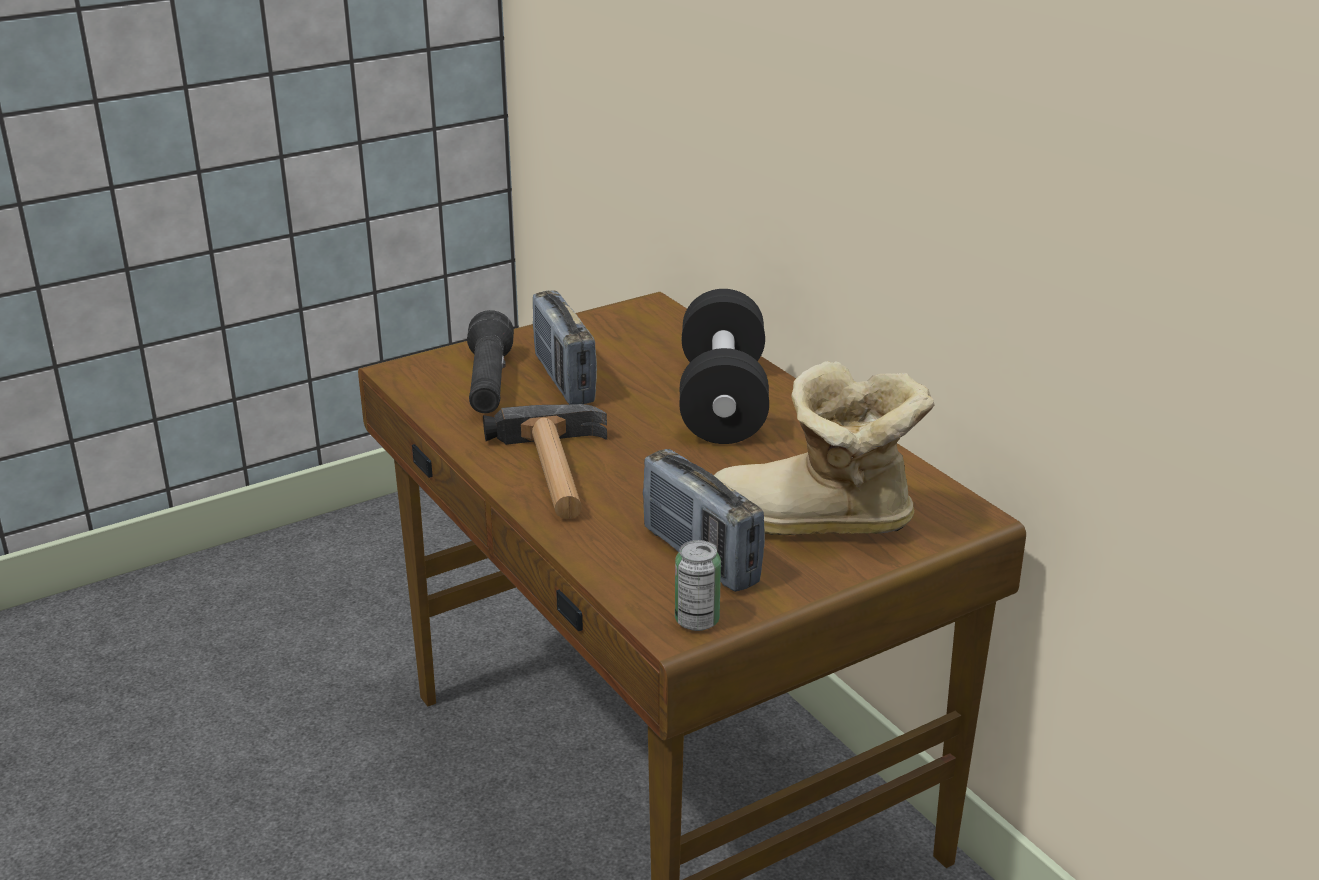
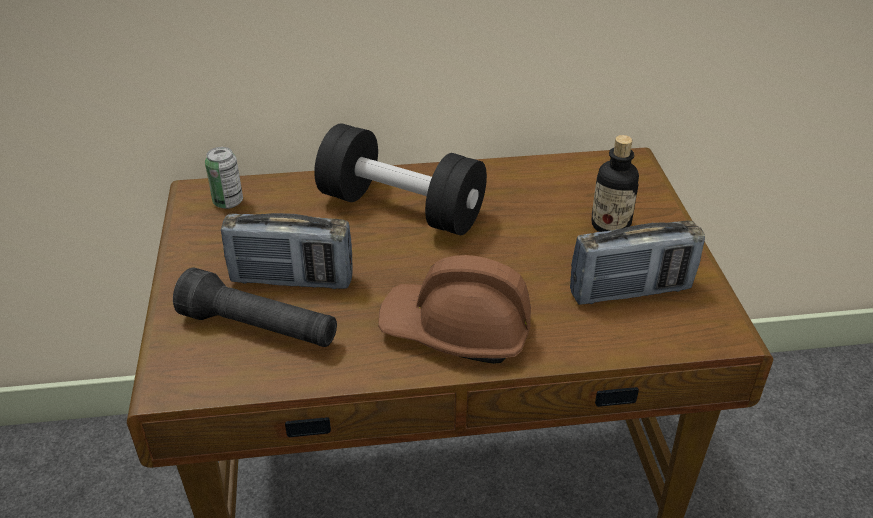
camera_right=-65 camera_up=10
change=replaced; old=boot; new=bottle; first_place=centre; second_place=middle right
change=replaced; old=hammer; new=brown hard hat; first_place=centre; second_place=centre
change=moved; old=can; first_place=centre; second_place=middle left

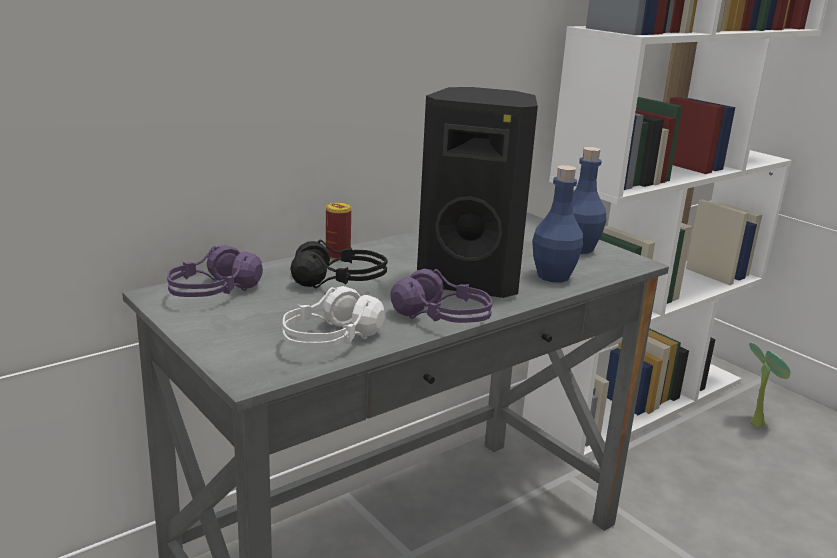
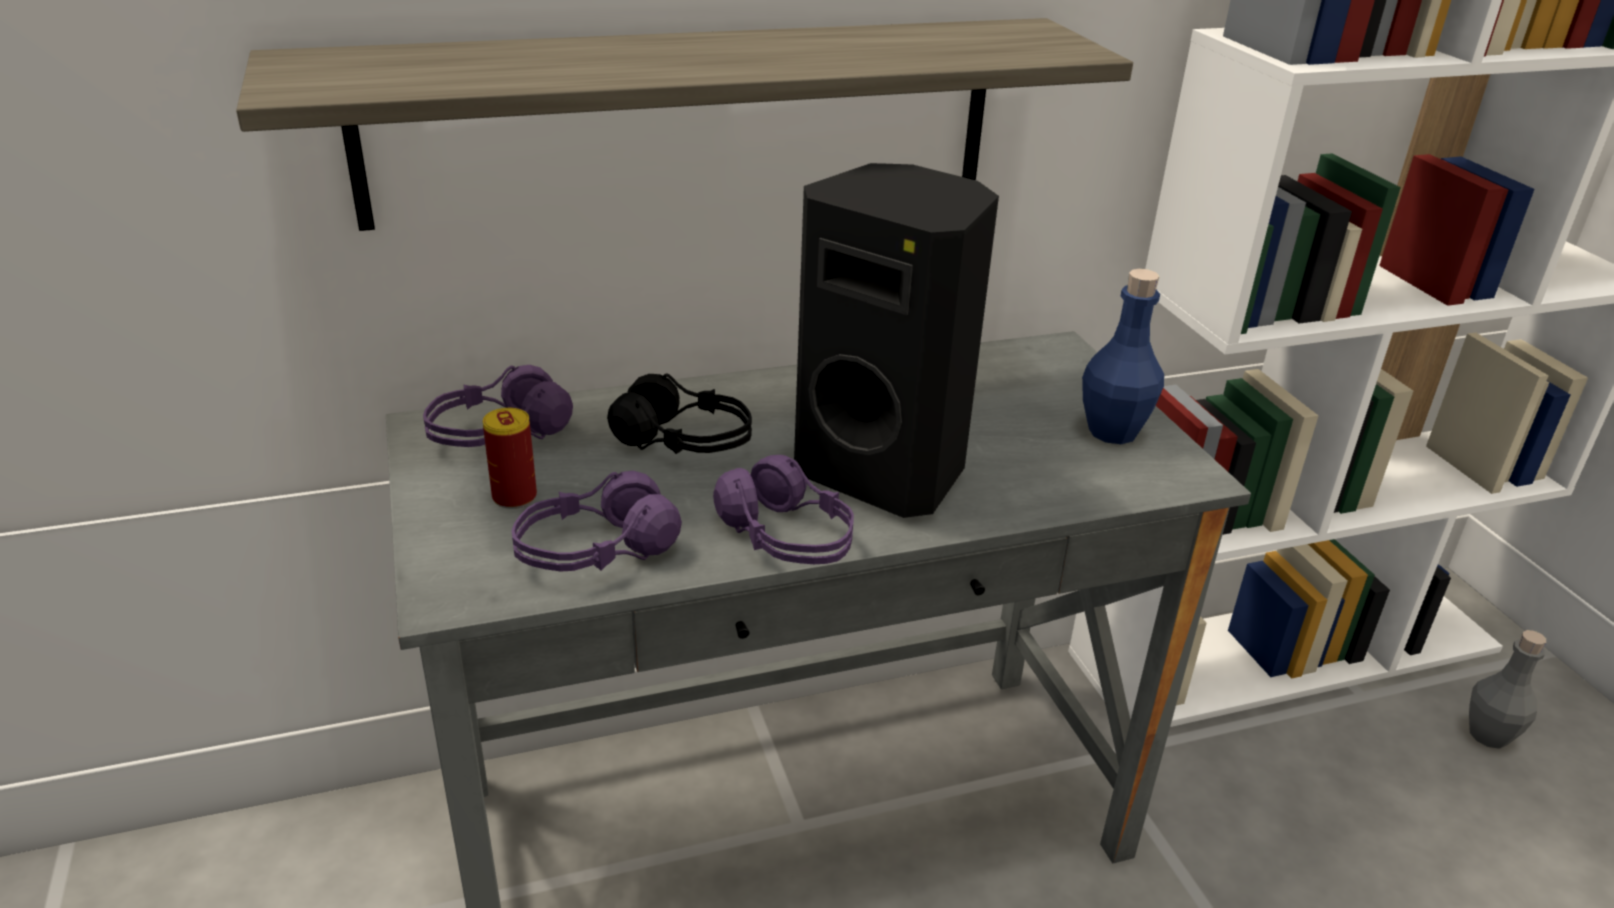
camera_right=20 camera_up=10
change=removed; old=blue bottle (1st from left); first_place=centre
change=moved; old=can; first_place=centre; second_place=middle left
change=recoloured; old=white headphones; new=purple headphones (2nd from left); first_place=centre; second_place=centre
change=replaced; old=potted plant; new=grey bottle; first_place=bottom right; second_place=bottom right
change=added; new=shelf; second_place=top centre

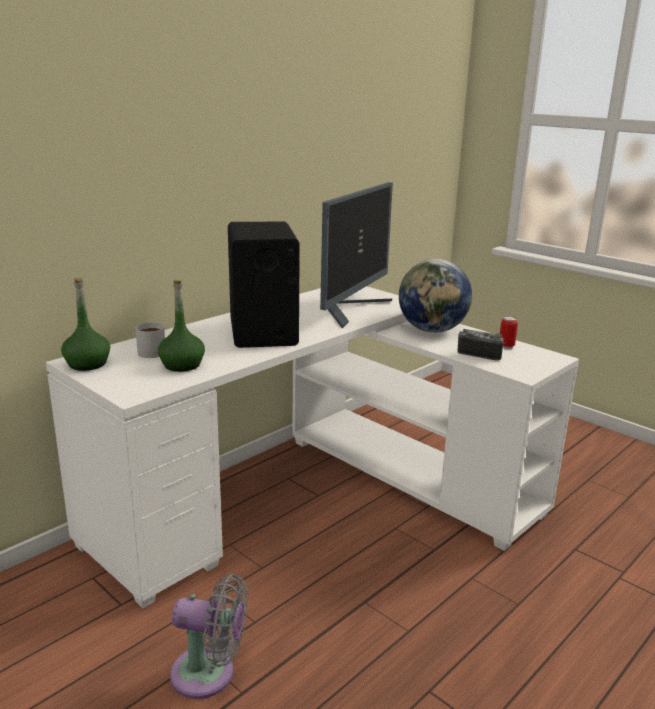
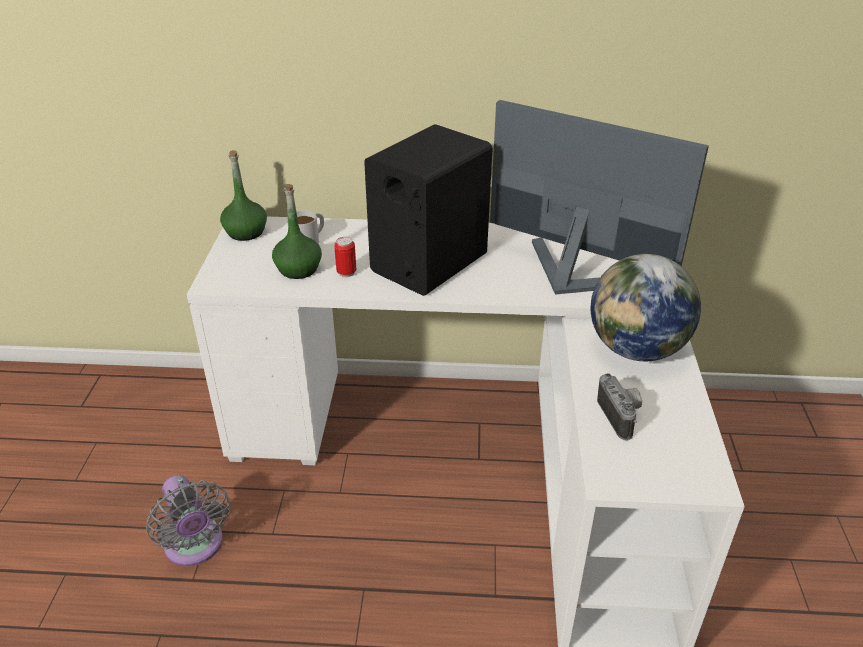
camera_right=50 camera_up=15
change=turned; old=monitor; first_place=centre; second_place=top right; degrees=-135
change=moved; old=can; first_place=middle right; second_place=centre

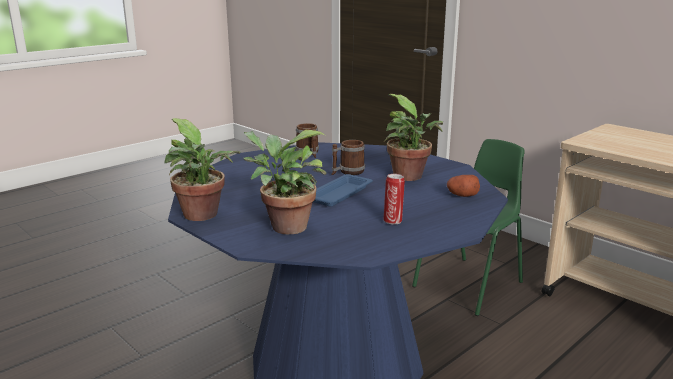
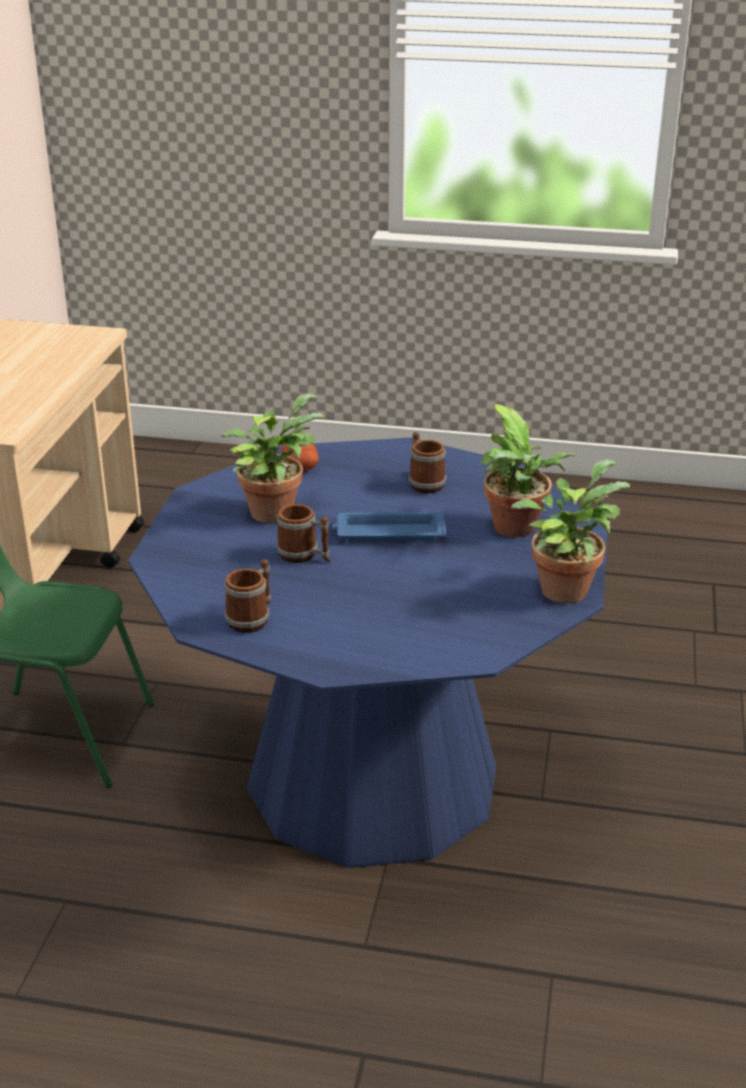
camera_right=-125 camera_up=10
change=replaced; old=can; new=mug (3rd from left); first_place=centre; second_place=centre

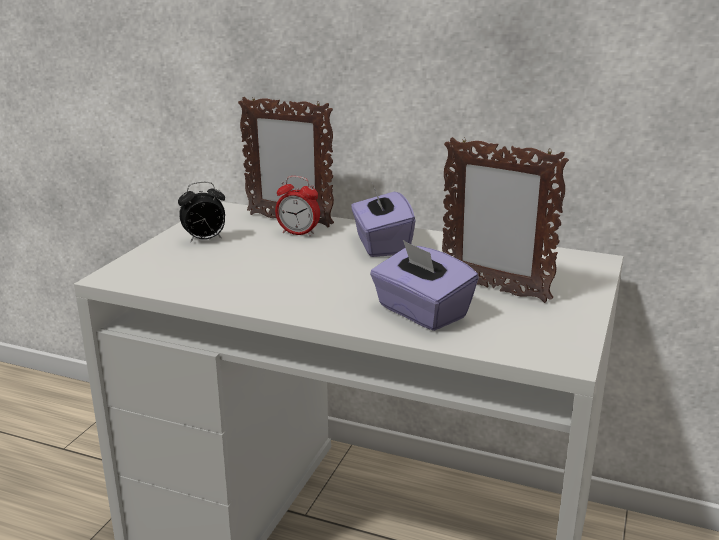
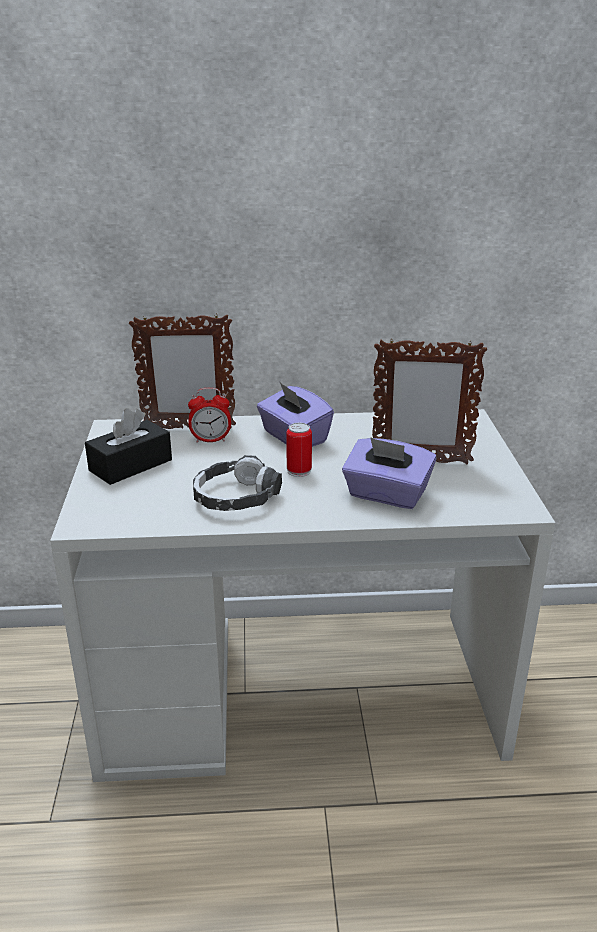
camera_right=-25 camera_up=5
change=replaced; old=alarm clock (1st from left); new=black tissue box; first_place=middle left; second_place=middle left
change=added; new=can; second_place=centre
change=added; new=headphones; second_place=centre

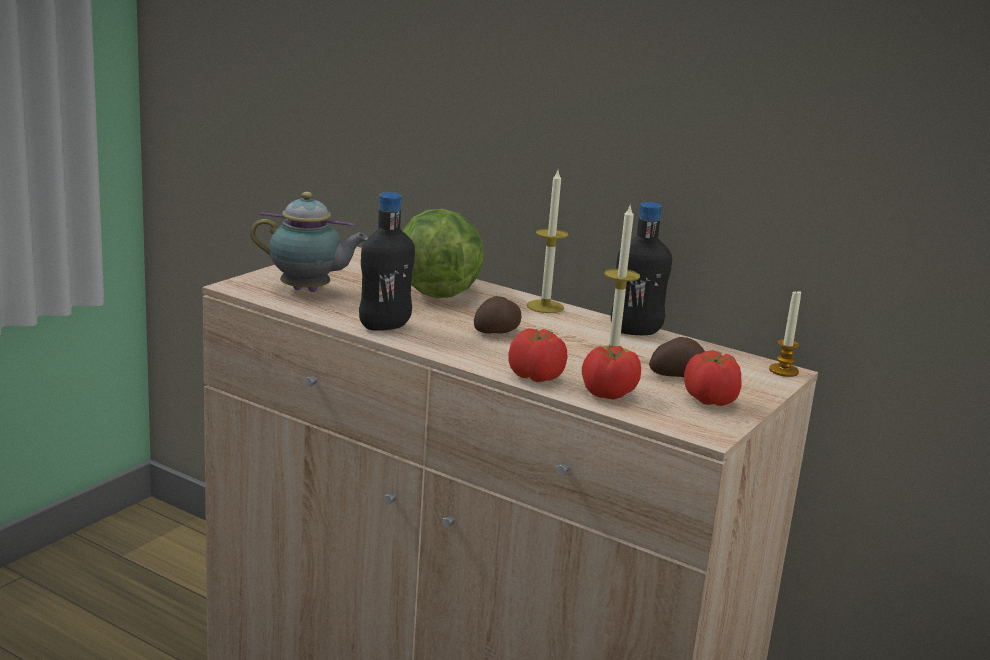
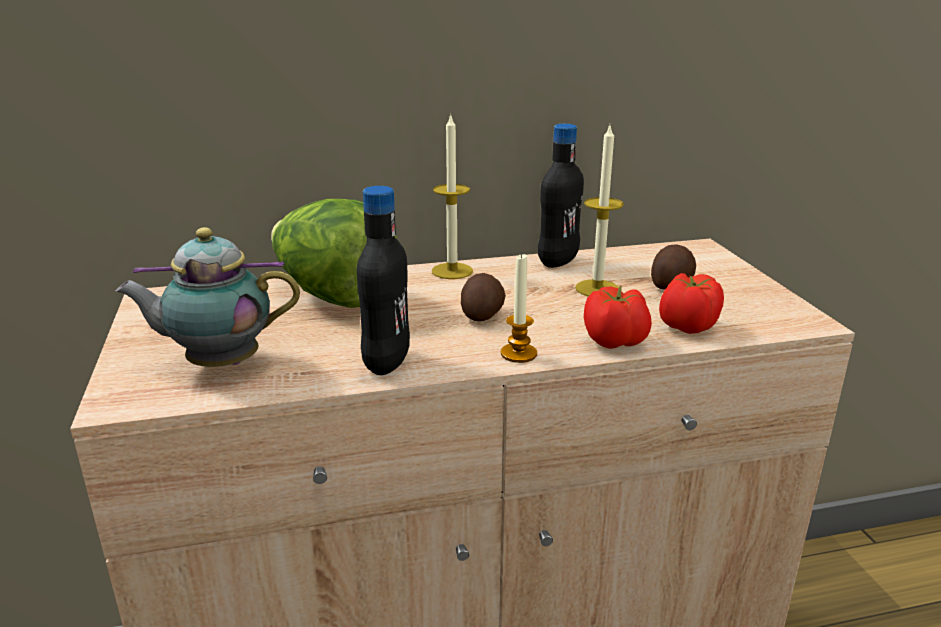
camera_right=-45 camera_up=5
change=turned; old=teapot; first_place=middle left; second_place=middle left; degrees=-150
change=moved; old=candle (3rd from left in the first image); new=candle (2nd from left); first_place=middle right; second_place=centre
change=removed; old=tomato (3rd from left); first_place=middle right

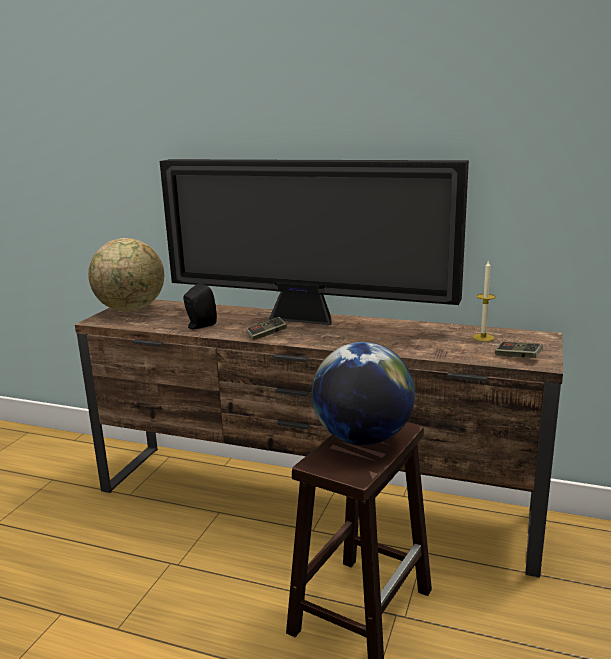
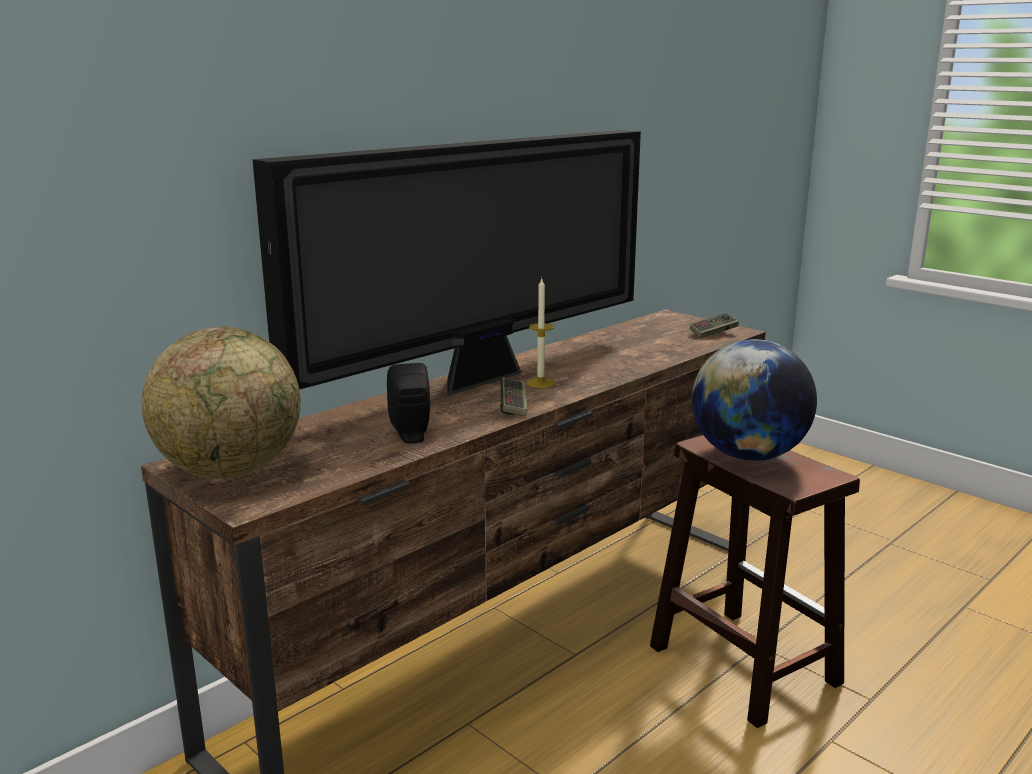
camera_right=-65 camera_up=0
change=moved; old=candle; first_place=middle right; second_place=centre

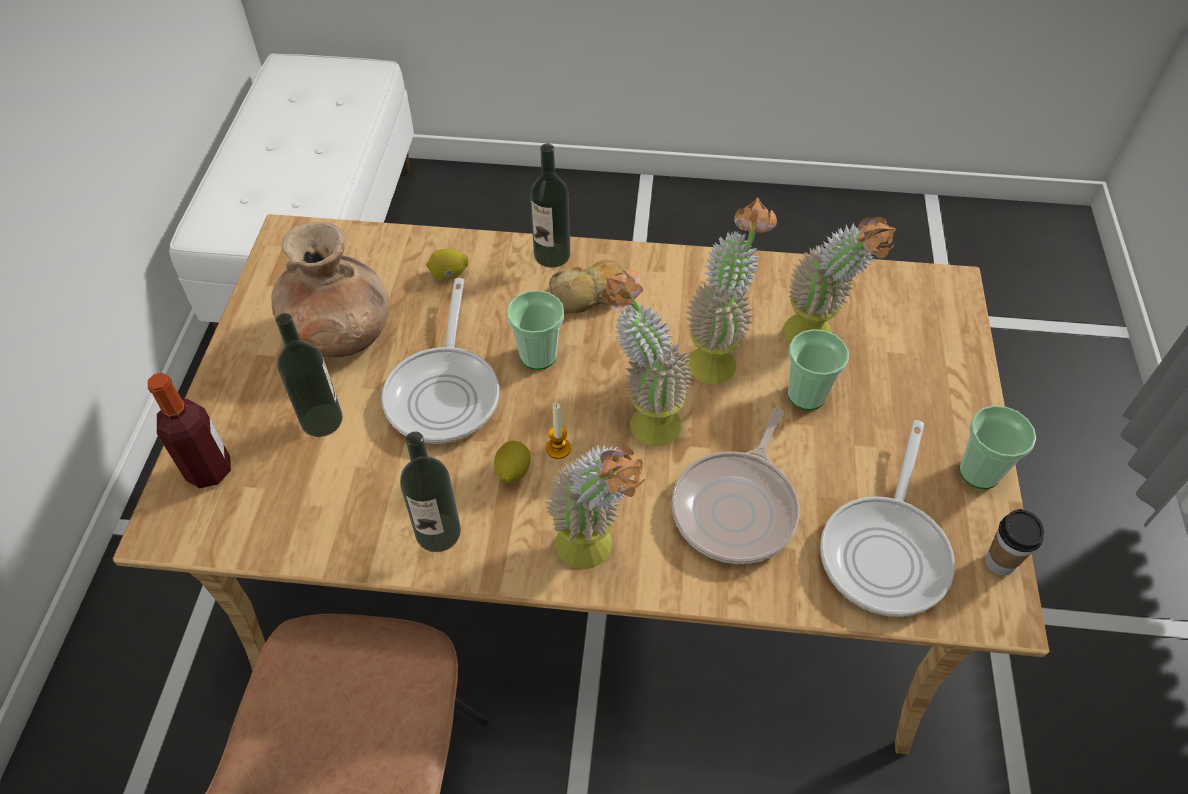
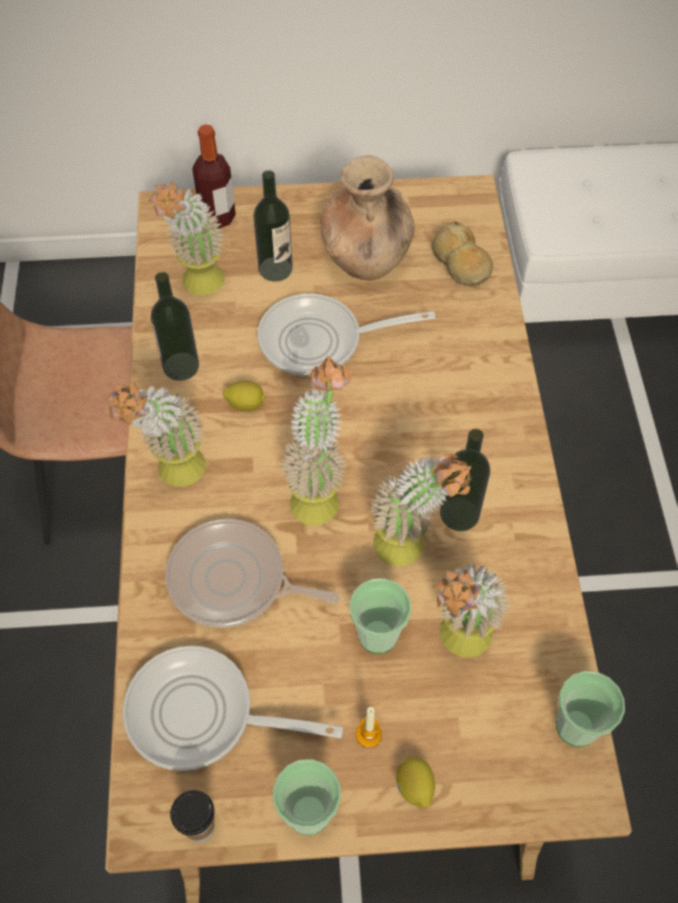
camera_right=80 camera_up=5
change=moved; old=bottle (4th from left); first_place=top centre; second_place=middle right
change=moved; old=lemon (1st from left in the first image); new=lemon (2nd from left); first_place=top centre; second_place=bottom centre
change=moved; old=bread; first_place=centre; second_place=top right
change=moved; old=cup (1st from left in the first image); new=cup (4th from left); first_place=centre; second_place=bottom right
change=moved; old=candle; first_place=centre; second_place=bottom centre
change=added; new=potted plant (2nd from left); second_place=top left

